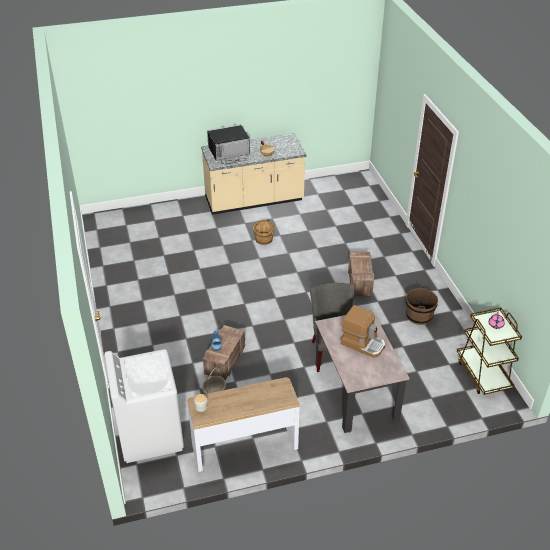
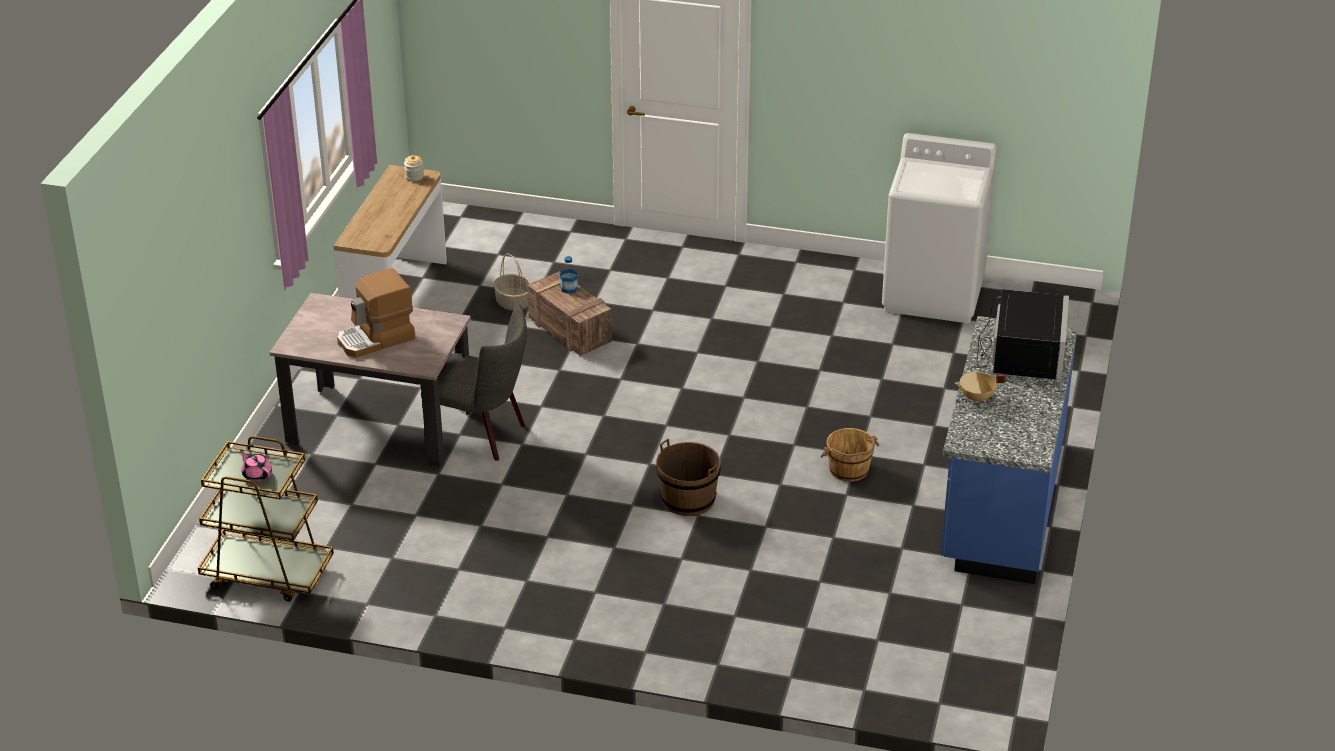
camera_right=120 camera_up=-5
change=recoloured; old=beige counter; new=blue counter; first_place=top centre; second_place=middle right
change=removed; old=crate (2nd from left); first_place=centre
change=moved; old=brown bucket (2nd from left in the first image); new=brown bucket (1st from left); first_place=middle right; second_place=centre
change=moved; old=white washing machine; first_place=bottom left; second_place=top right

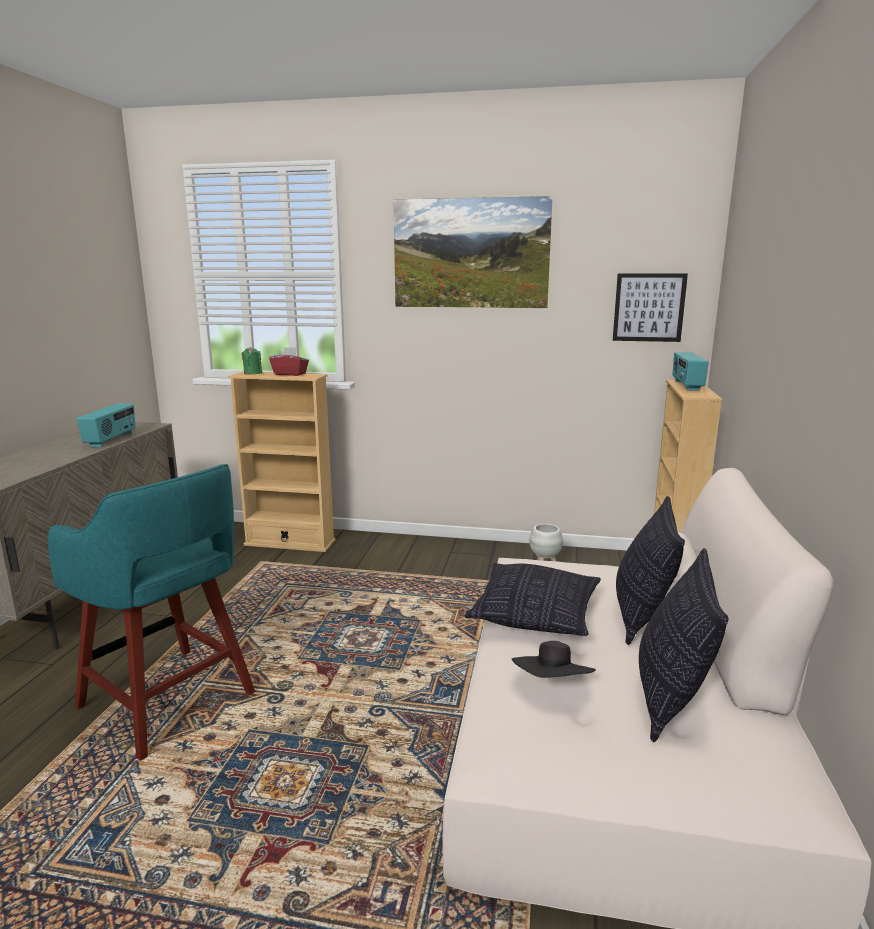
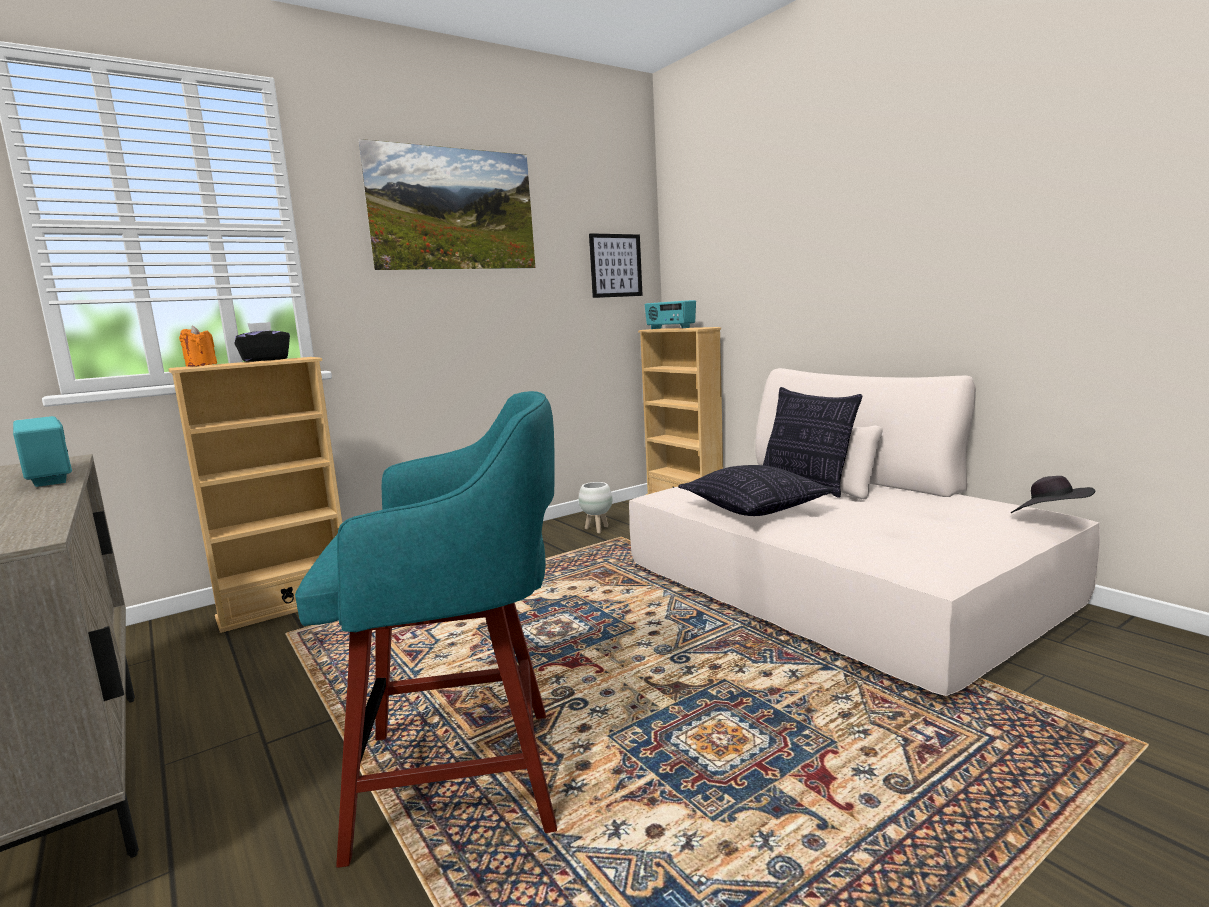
camera_right=-45 camera_up=-5
change=recoloured; old=green candle; new=orange candle; first_place=middle left; second_place=middle left
change=recoloured; old=red tissue box; new=black tissue box; first_place=middle left; second_place=middle left
change=removed; old=pillow (3rd from left); first_place=bottom right
change=moved; old=black hat; first_place=bottom centre; second_place=middle right

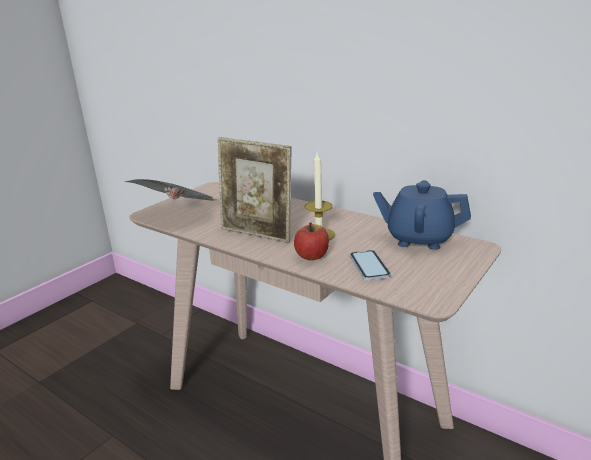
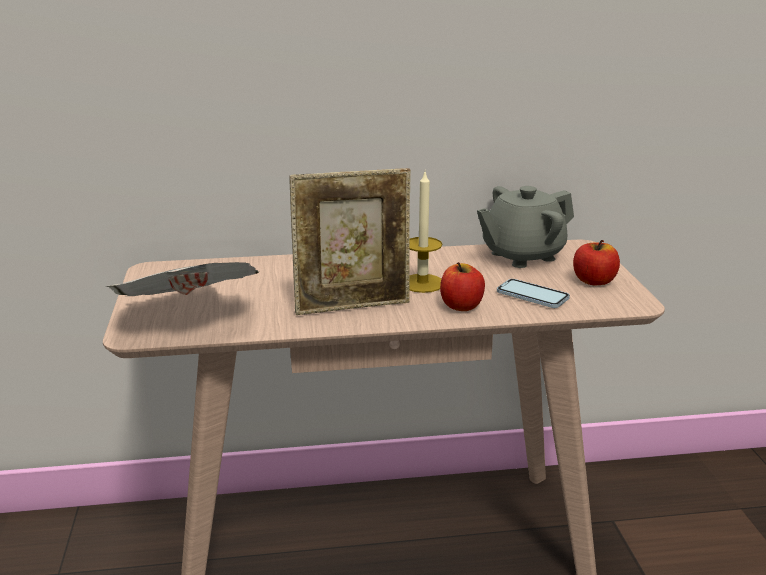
camera_right=-45 camera_up=0
change=recoloured; old=blue teapot; new=grey teapot; first_place=middle right; second_place=middle right
change=added; new=apple (2nd from left); second_place=middle right

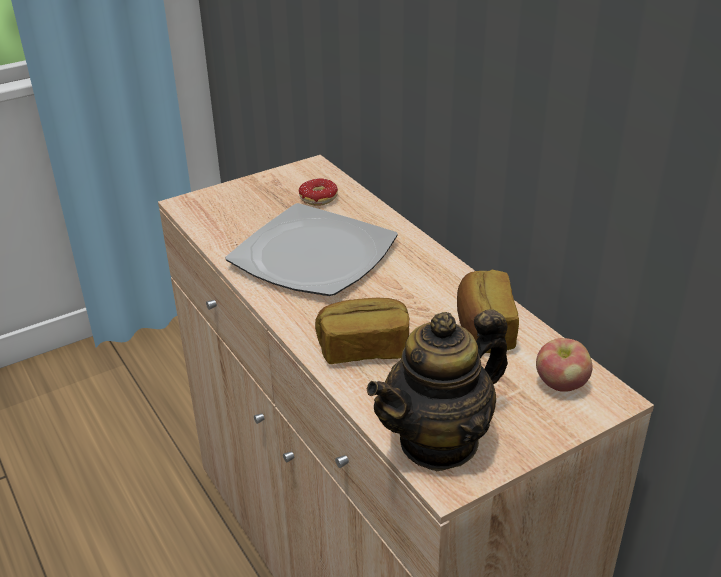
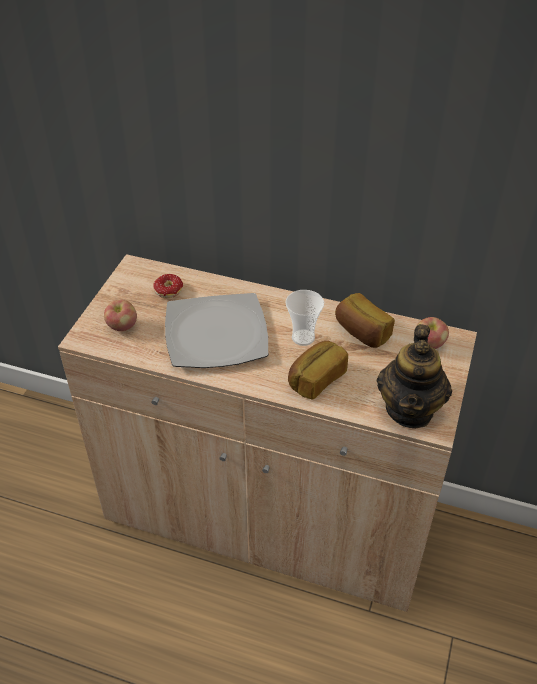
camera_right=-40 camera_up=10
change=added; new=cup; second_place=centre
change=added; new=apple (1st from left); second_place=middle left

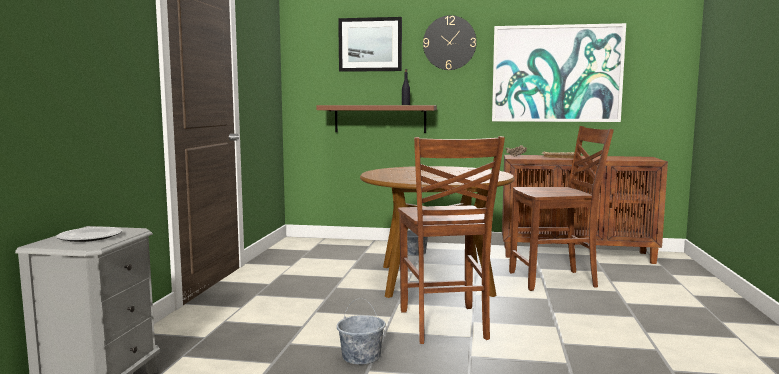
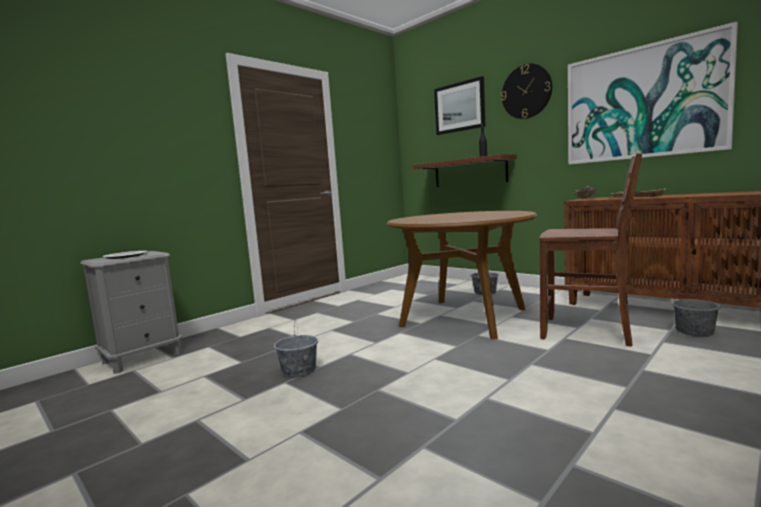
camera_right=35 camera_up=0
change=removed; old=brown chair (1st from left); first_place=centre
change=added; new=grey bucket (3rd from left); second_place=middle right

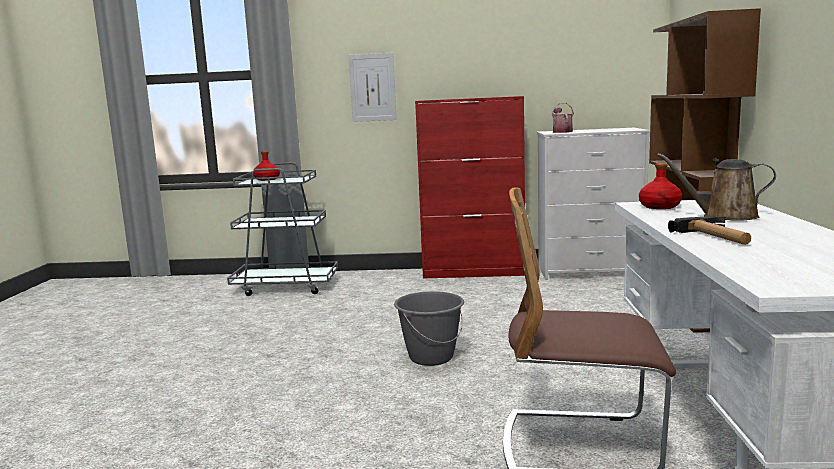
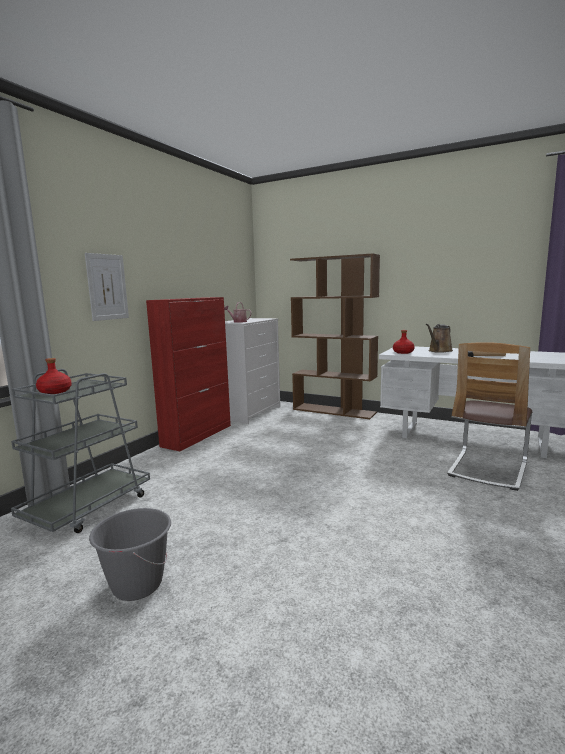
camera_right=-65 camera_up=0
change=moved; old=grey bucket; first_place=bottom centre; second_place=bottom left

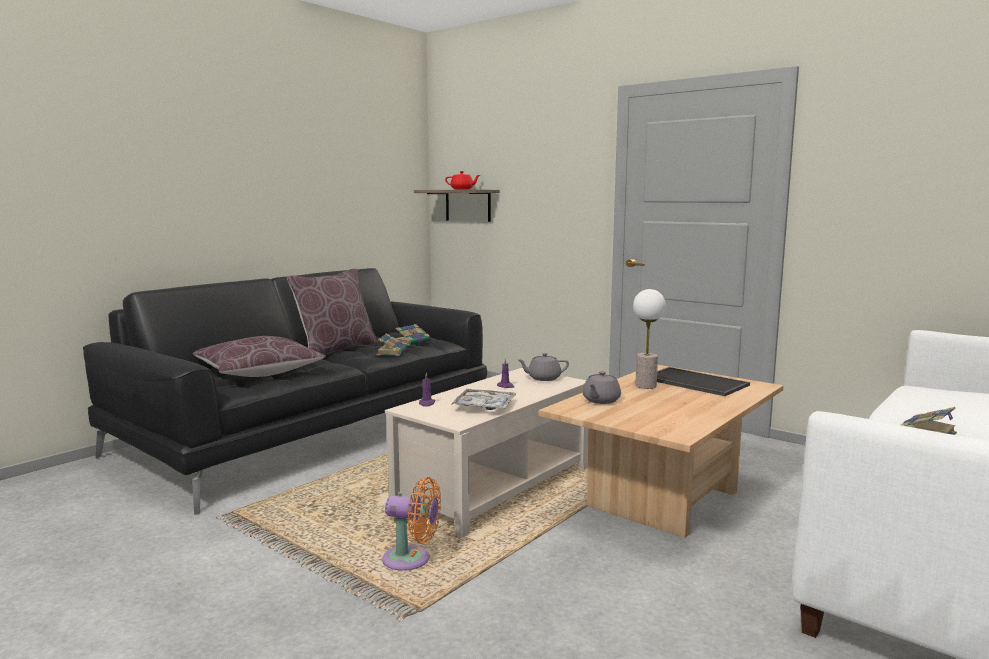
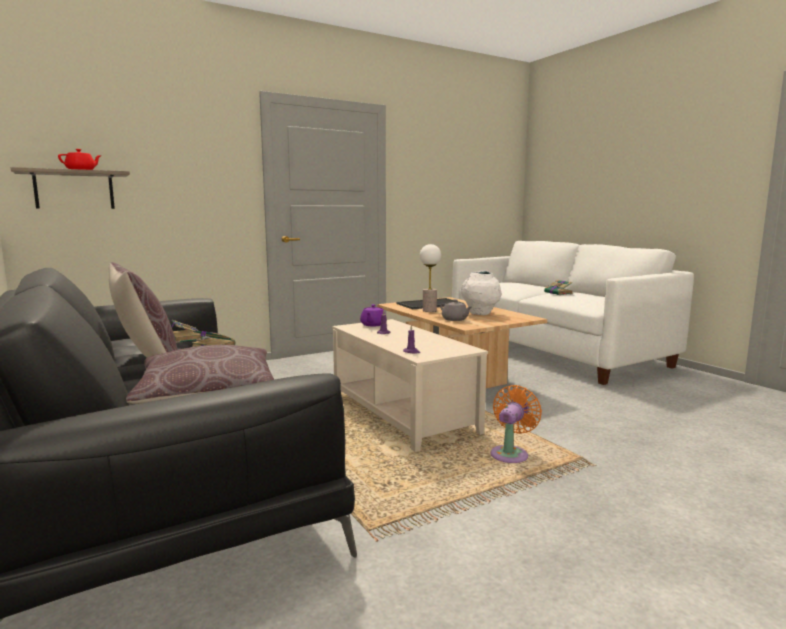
camera_right=-70 camera_up=0
change=recoloured; old=grey teapot (1st from left); new=purple teapot; first_place=centre; second_place=centre
change=removed; old=tray (1st from left); first_place=centre
change=added; new=white vase; second_place=centre

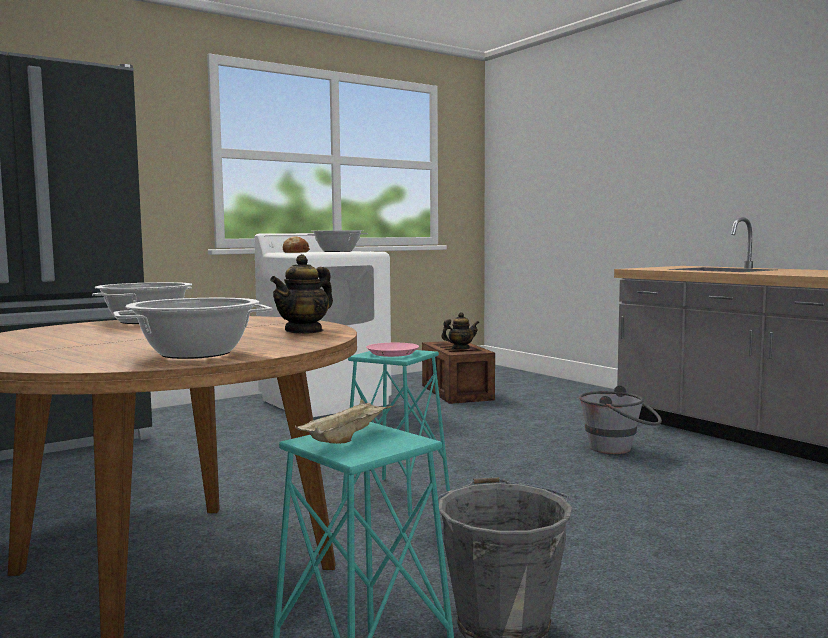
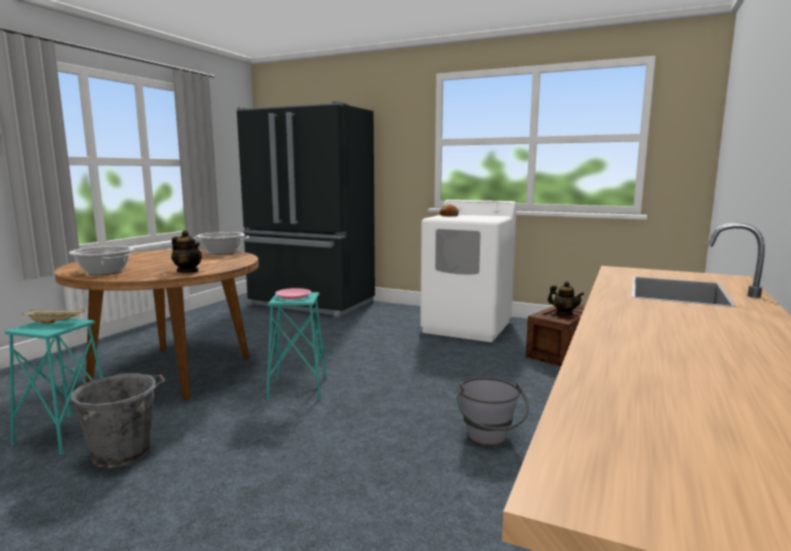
camera_right=60 camera_up=5
change=removed; old=cooking pot (3rd from left); first_place=centre
change=turned; old=teapot (1st from left); first_place=centre; second_place=middle left; degrees=-150

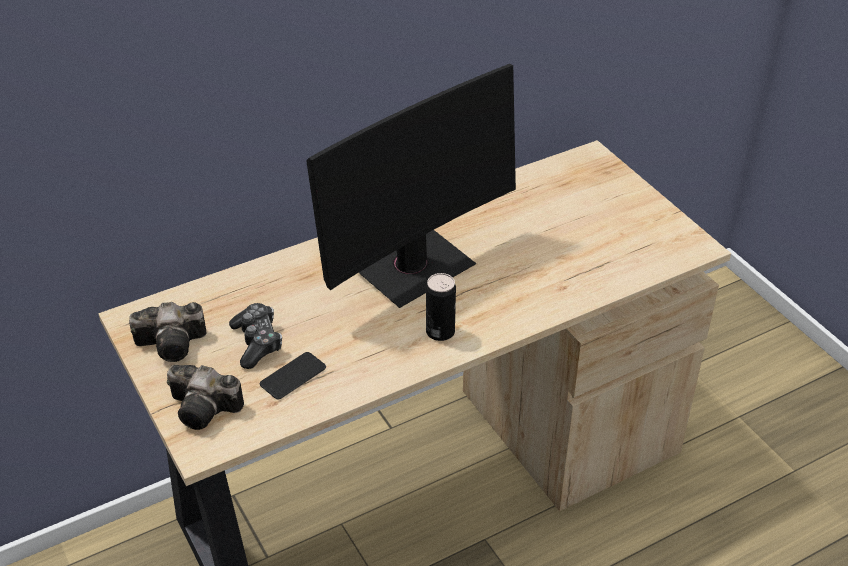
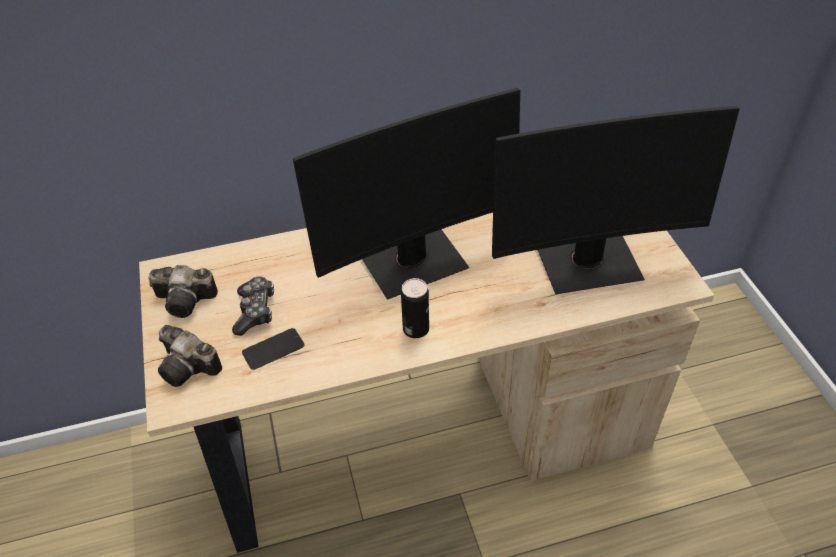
camera_right=15 camera_up=5
change=added; new=monitor (2nd from left); second_place=middle right

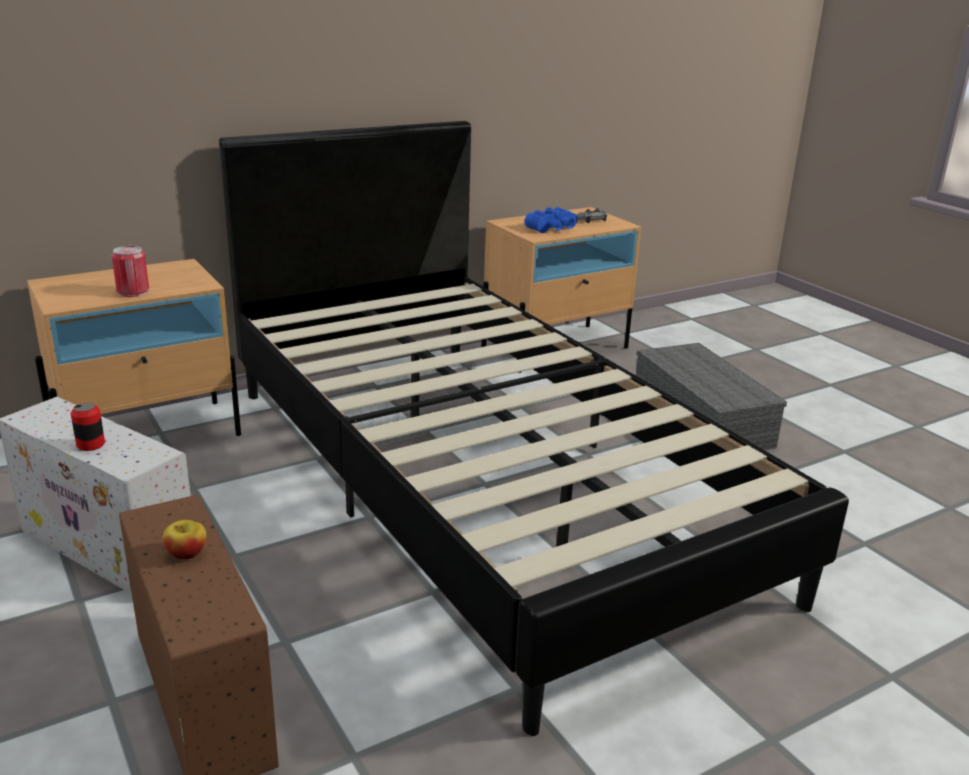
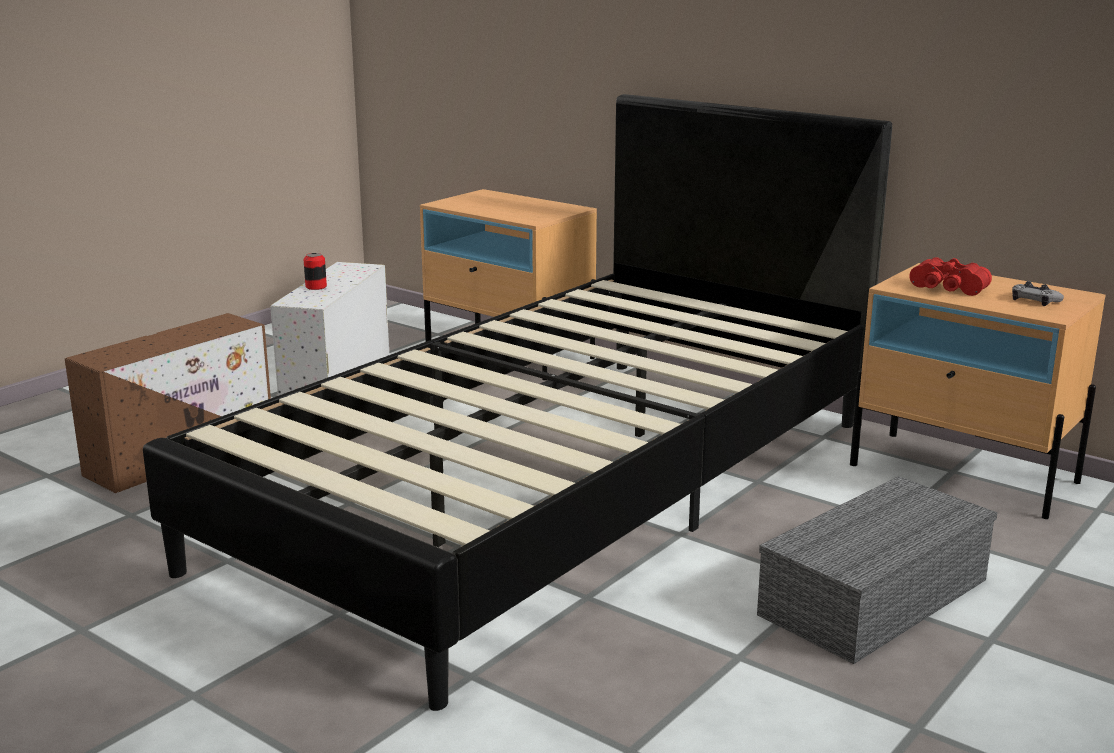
camera_right=70 camera_up=-5
change=recoloured; old=blue binoculars; new=red binoculars; first_place=top centre; second_place=middle right
change=removed; old=can (2nd from left); first_place=middle left
change=removed; old=apple; first_place=bottom left

